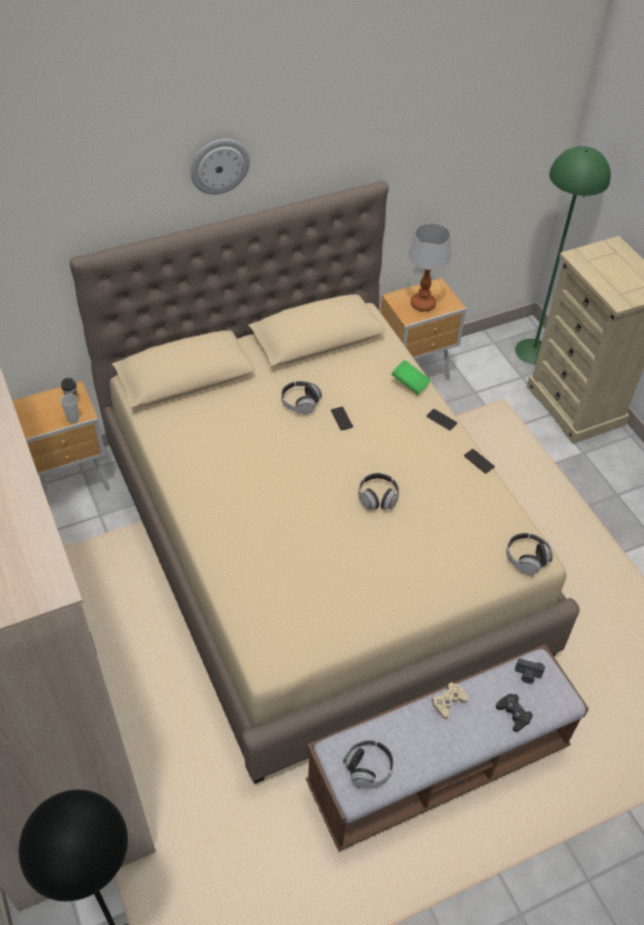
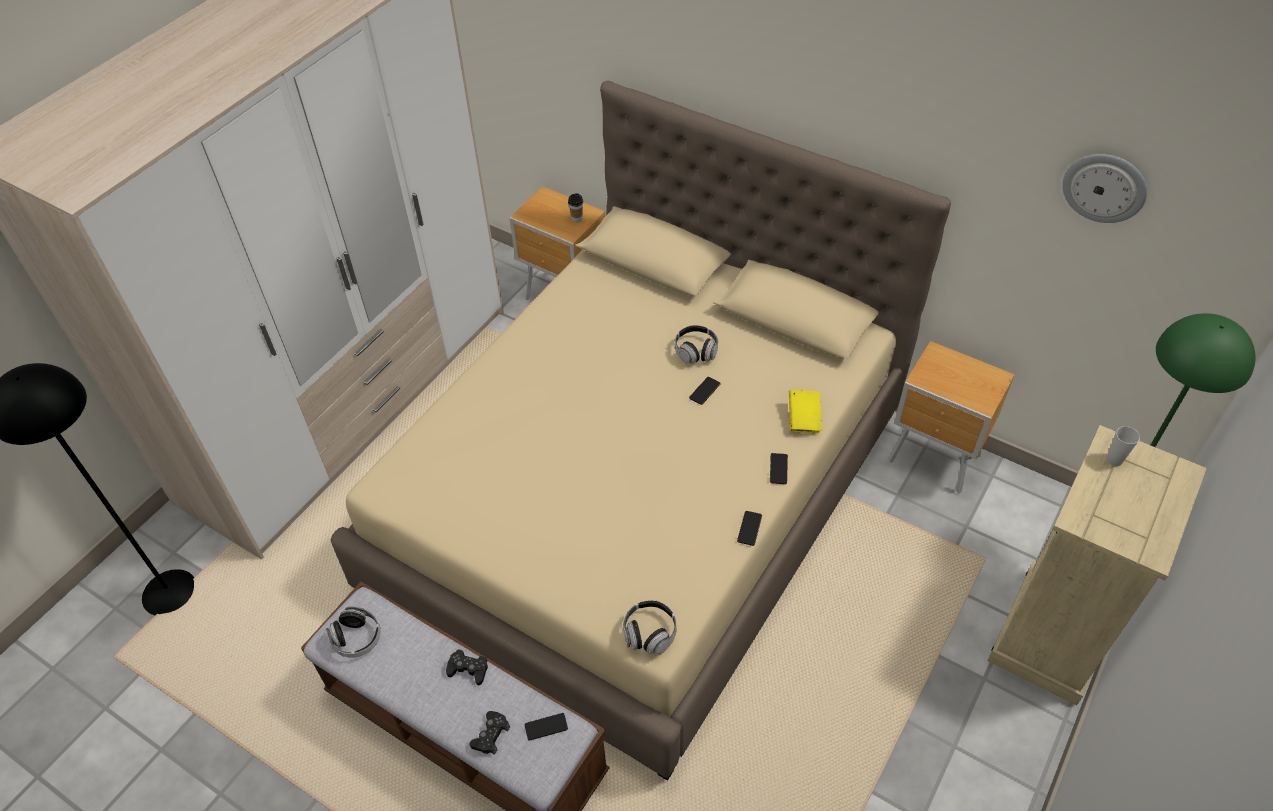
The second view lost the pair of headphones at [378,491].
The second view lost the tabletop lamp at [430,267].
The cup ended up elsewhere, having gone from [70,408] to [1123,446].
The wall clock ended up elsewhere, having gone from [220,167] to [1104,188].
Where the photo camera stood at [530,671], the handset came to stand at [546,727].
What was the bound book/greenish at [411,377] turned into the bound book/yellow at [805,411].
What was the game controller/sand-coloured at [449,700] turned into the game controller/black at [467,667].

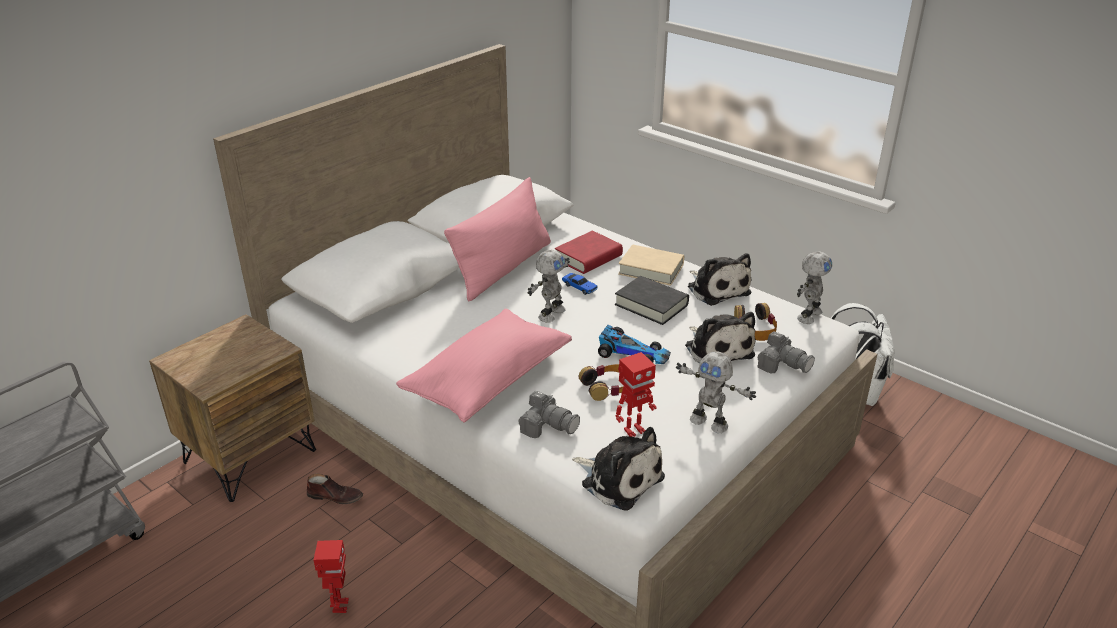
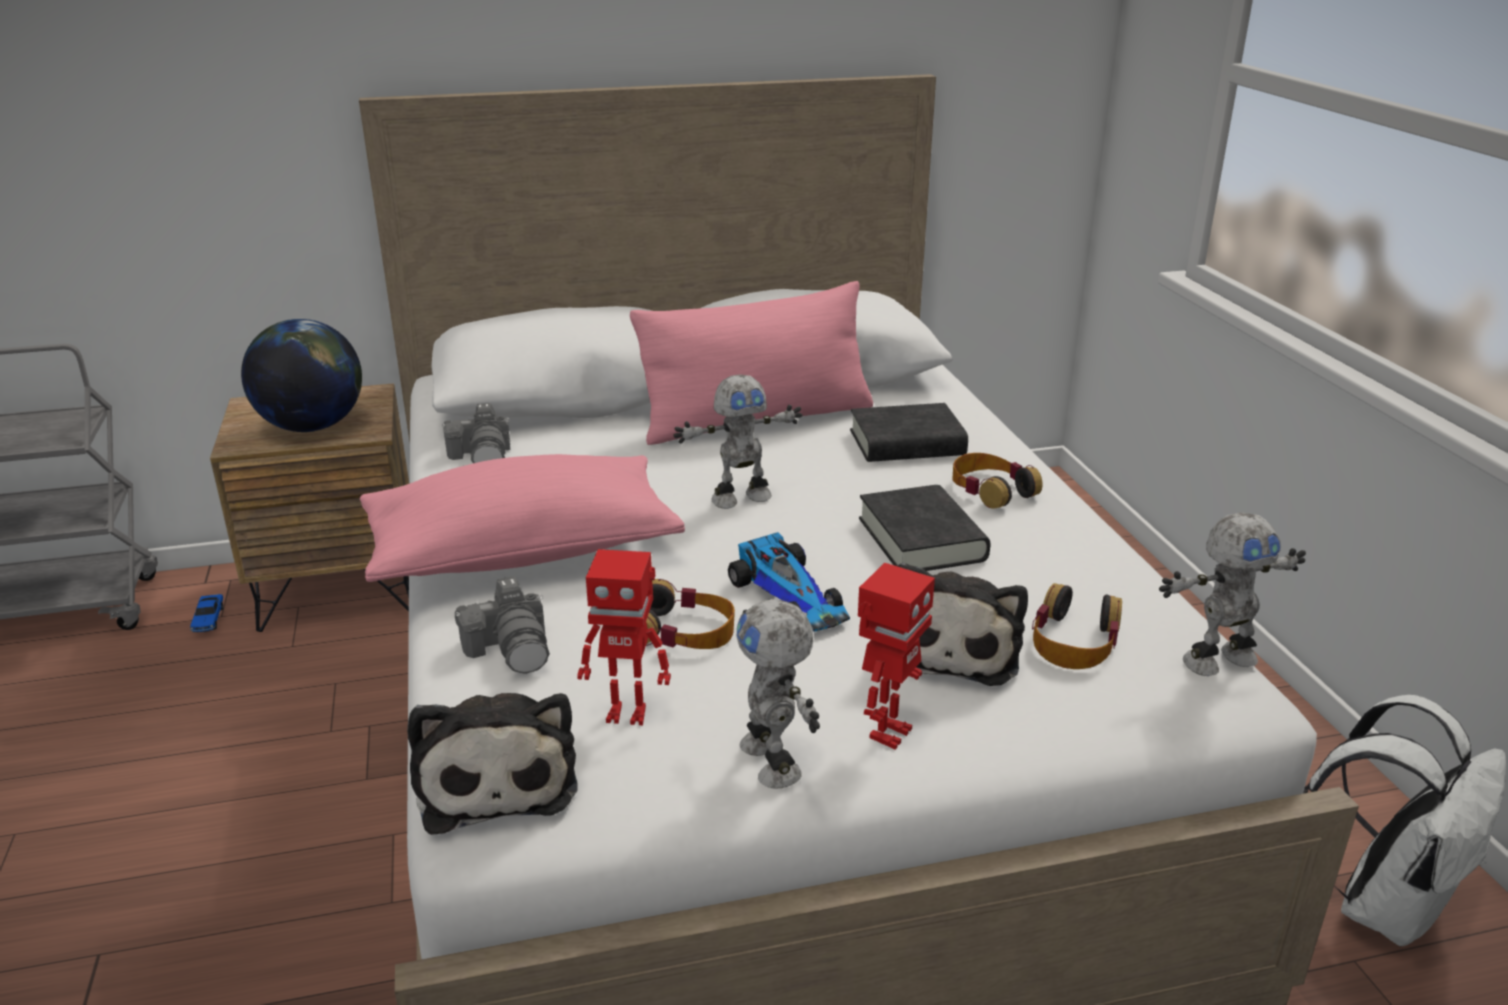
The second view lost the low shoe/brown-coloured at [335,488].
The second view lost the plush toy at [719,279].
The second view gained the world globe at [301,375].
The toy robot ended up elsewhere, having gone from [331,576] to [896,656].
The model car ended up elsewhere, having gone from [580,284] to [206,613].
The photo camera ended up elsewhere, having gone from [786,352] to [476,433].
Where the bound book/sand-coloured stood at [651,265], the pair of headphones came to stand at [997,481].
What was the bound book/reddish at [589,252] turned into the bound book/black at [909,432].

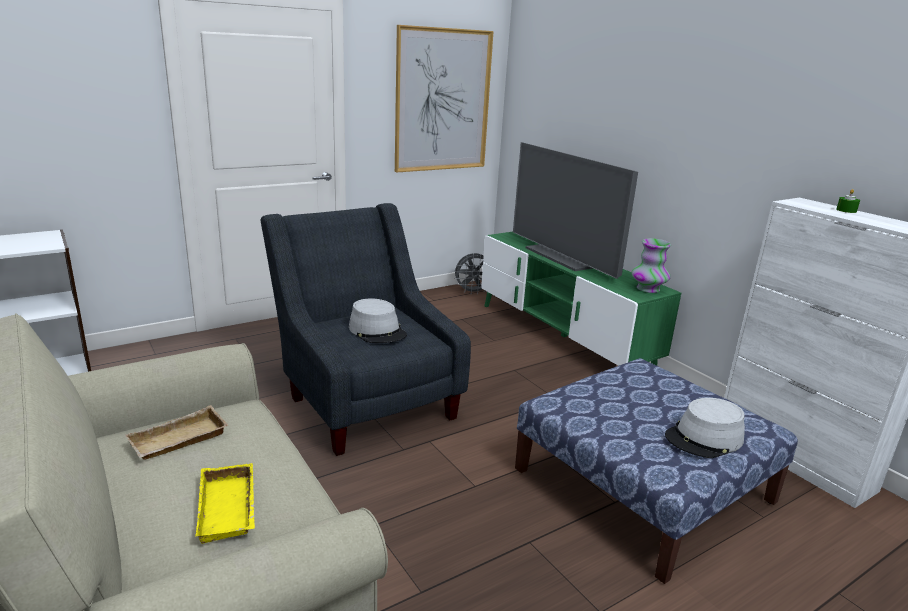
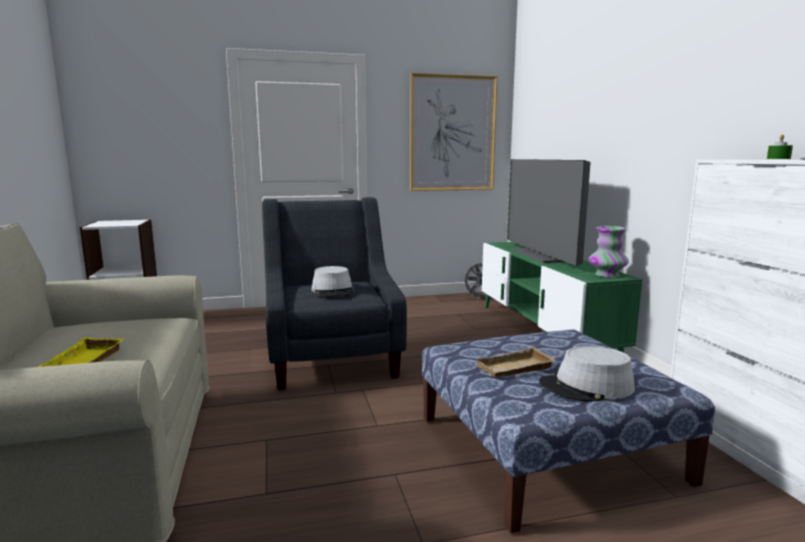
The serving tray/sand-coloured ended up elsewhere, having gone from [176,432] to [515,362].

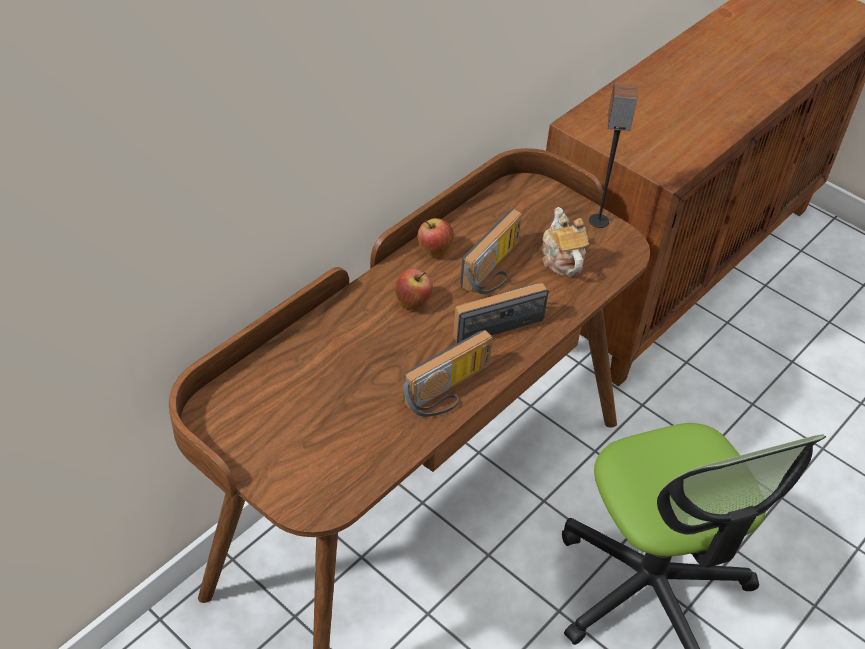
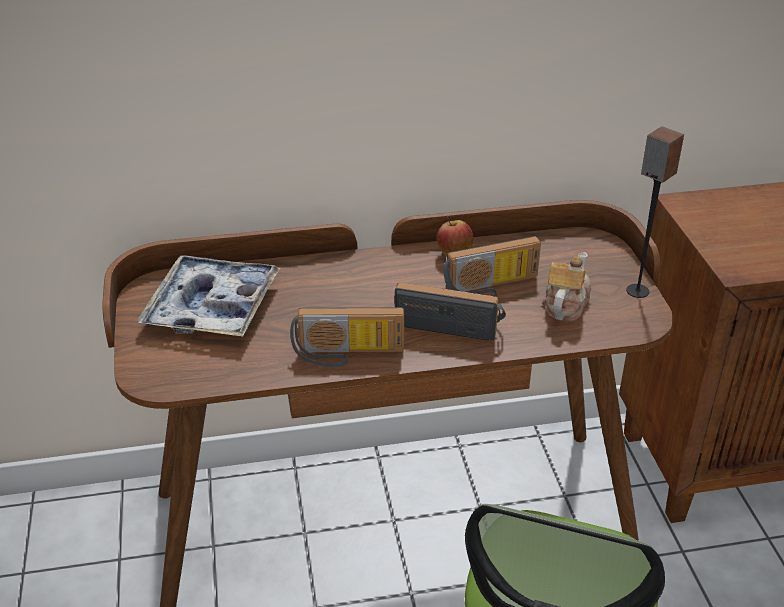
The second view lost the apple at [413,289].
The second view gained the serving tray at [208,296].

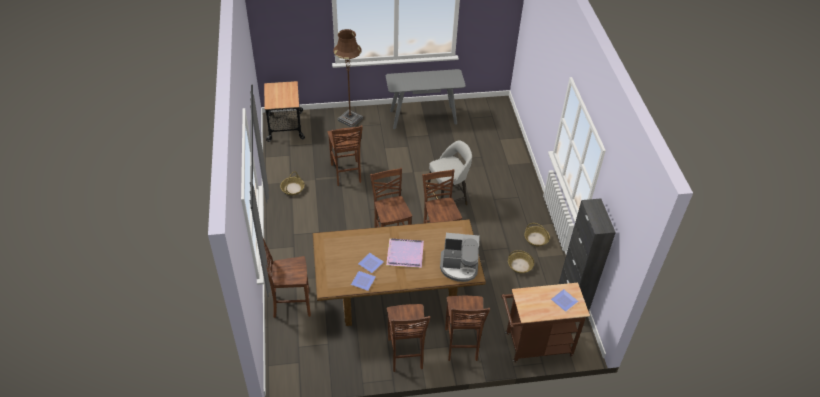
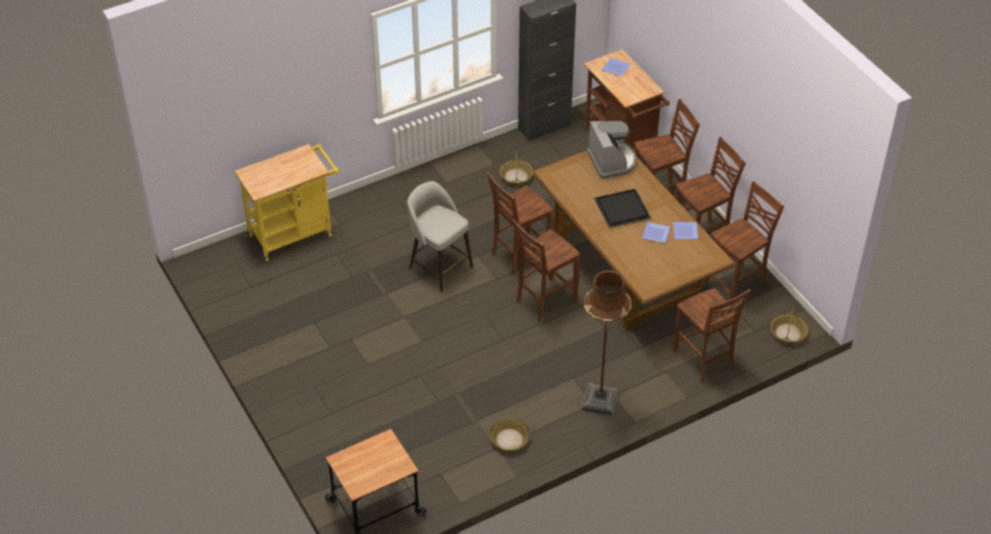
The second view lost the hall table/grey at [426,99].
The second view gained the wheeled cart/yellow at [287,202].
The plain chair/brown-coloured ended up elsewhere, having gone from [345,155] to [744,243].
The standing lamp/brown-coloured ended up elsewhere, having gone from [348,78] to [606,343].
The household basket ended up elsewhere, having gone from [537,234] to [789,325].
What was the serving tray/purplish at [405,253] turned into the serving tray/black at [622,208].

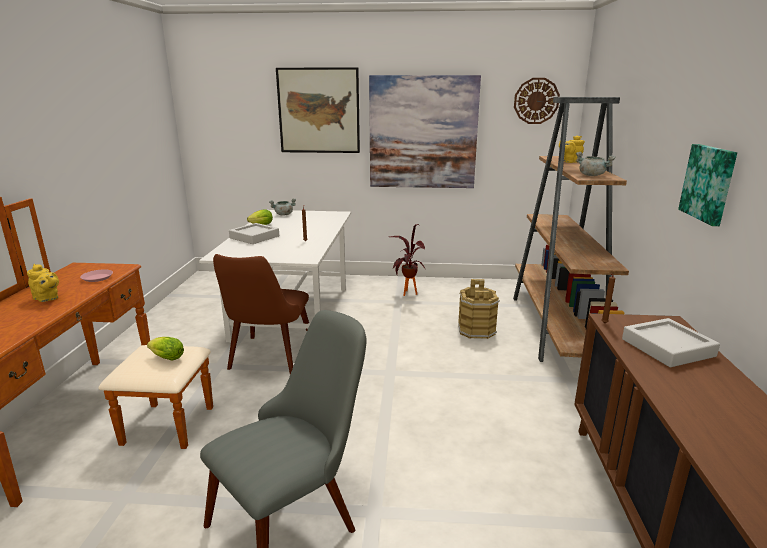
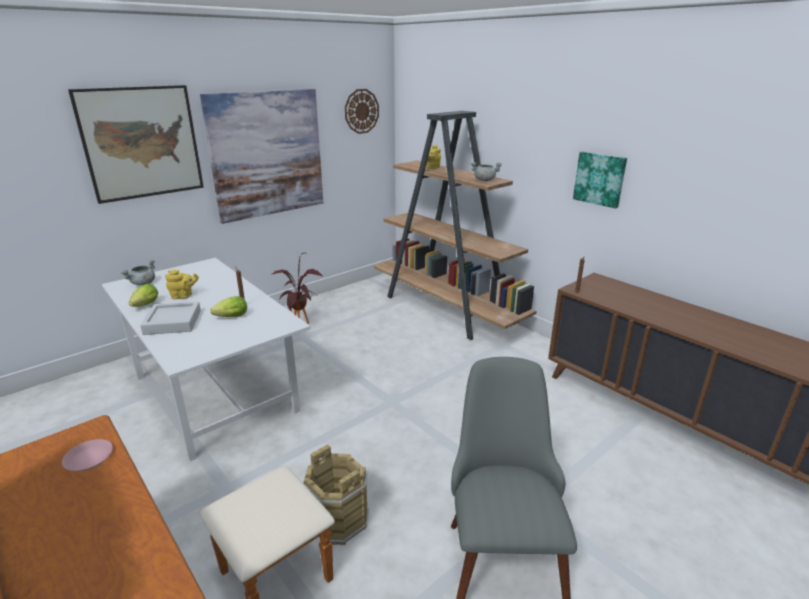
The second view lost the plain chair/brown-coloured at [261,314].
The second view lost the serving tray/grey at [671,342].
The tea pot/yellow ended up elsewhere, having gone from [43,283] to [182,284].
The lettuce ended up elsewhere, having gone from [165,349] to [228,306].
The pail/brown-coloured ended up elsewhere, having gone from [479,309] to [336,494].

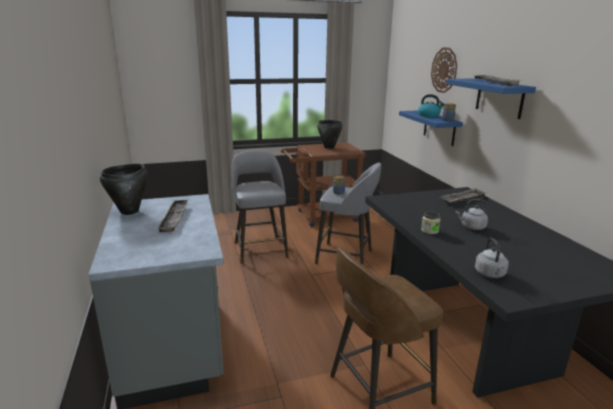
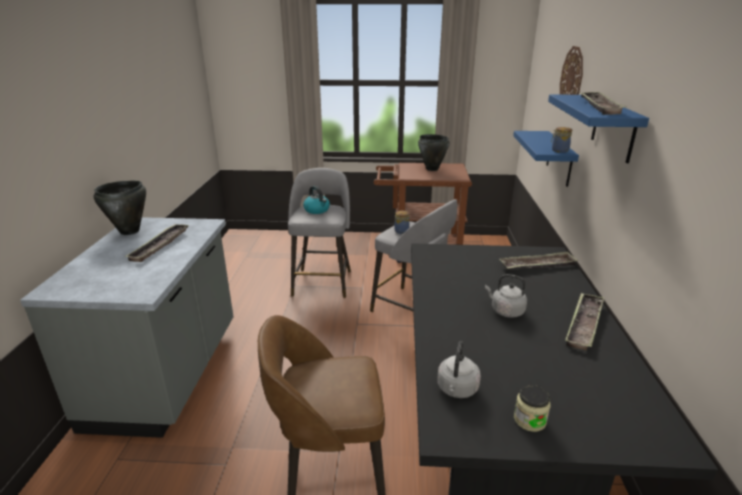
The second view gained the serving tray at [584,322].
The tea kettle ended up elsewhere, having gone from [431,105] to [316,200].
The storage jar ended up elsewhere, having gone from [430,222] to [532,408].

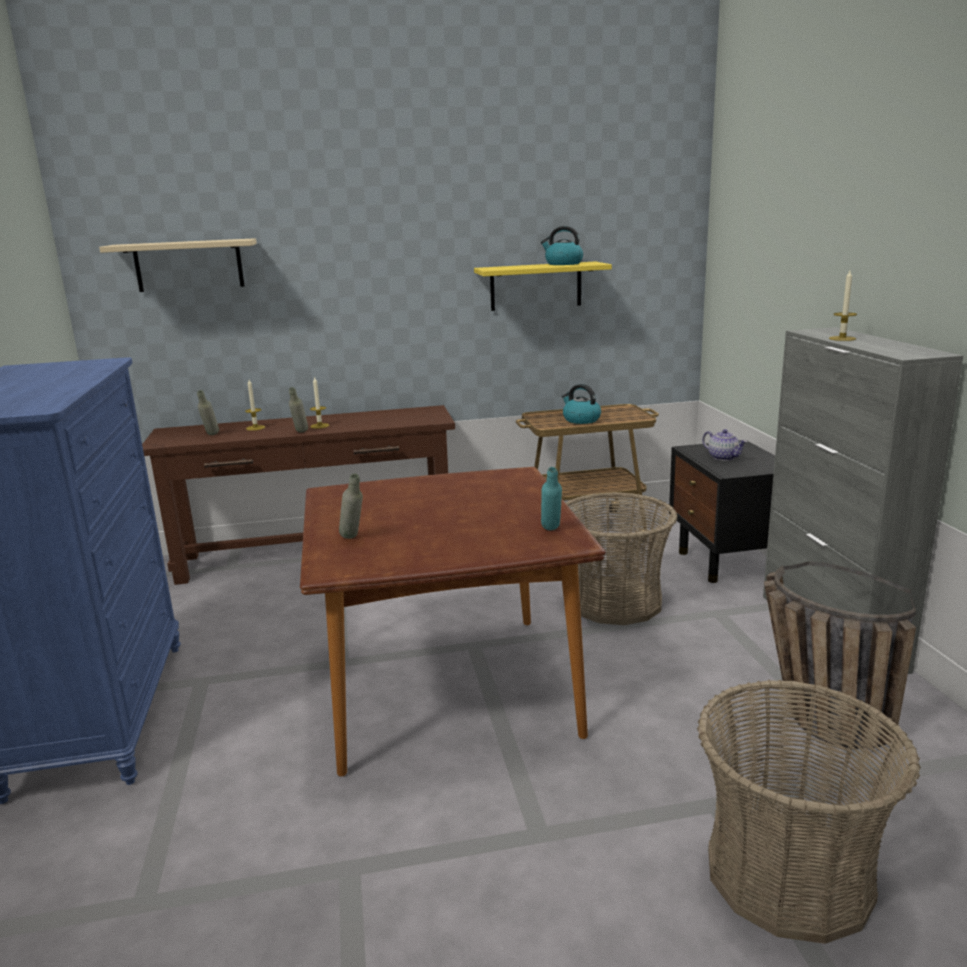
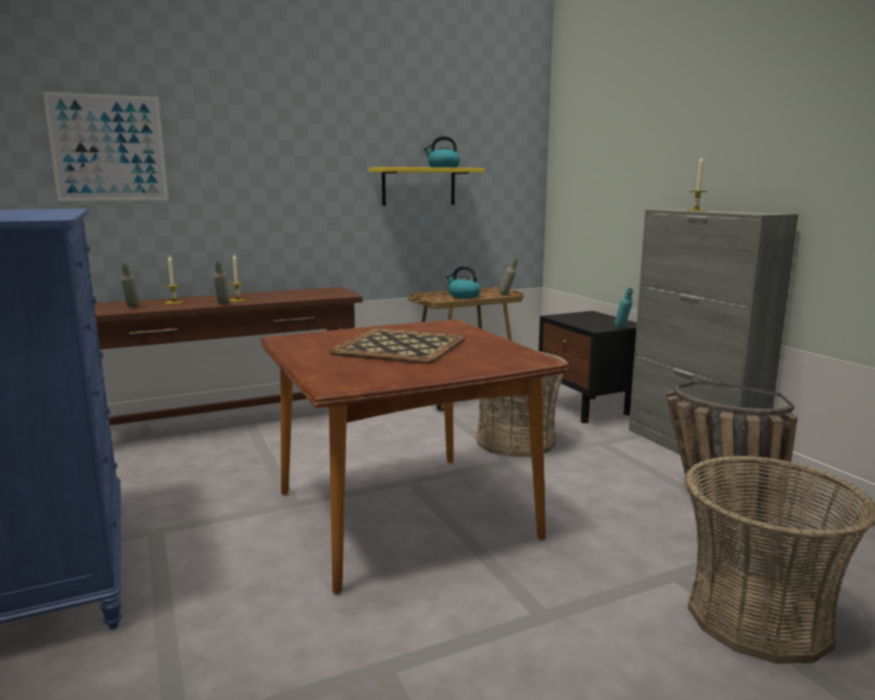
The second view lost the tea pot at [724,445].
The second view gained the serving tray at [397,346].
The drink bottle/grey ended up elsewhere, having gone from [351,506] to [508,277].
The drink bottle/turquoise-coloured ended up elsewhere, having gone from [551,498] to [623,308].
Where the bracket shelf/sand-coloured hung at [178,265], the picture came to hang at [105,146].

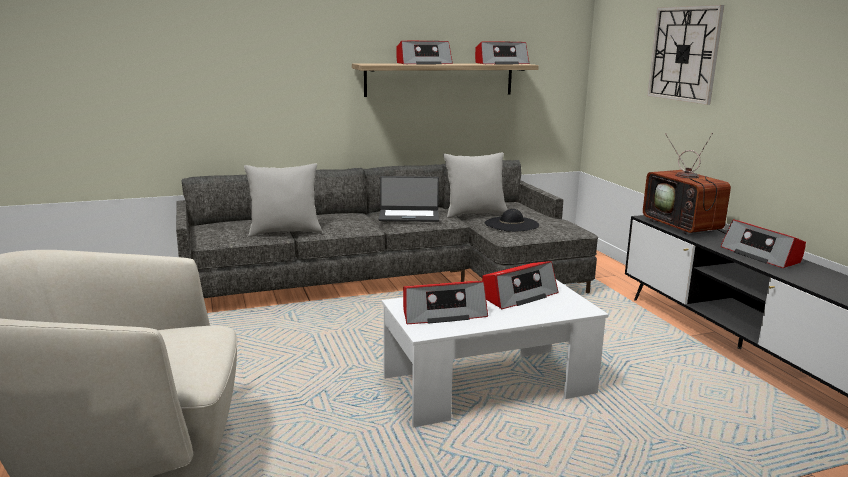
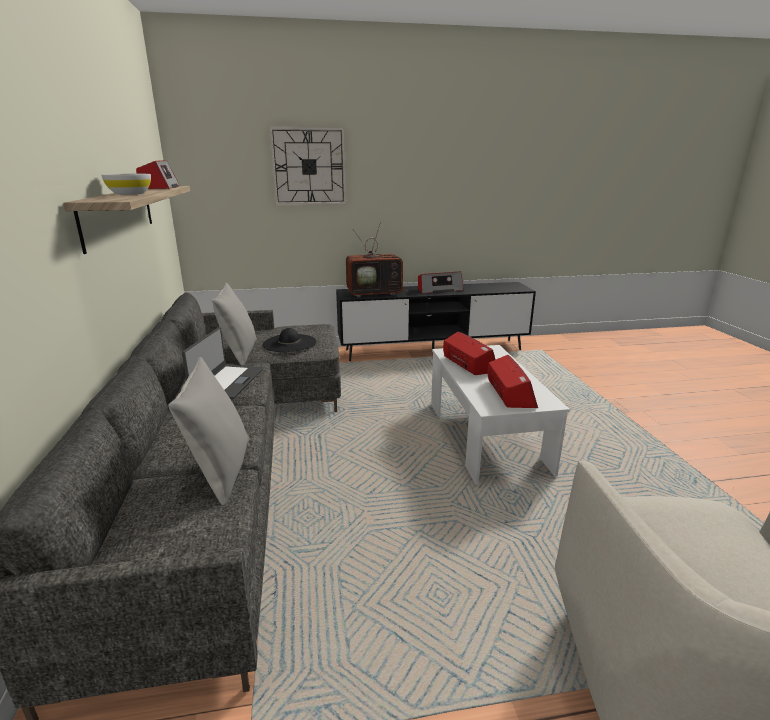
Where the radio set stood at [424,53], the bowl/white-coloured came to stand at [126,184].

